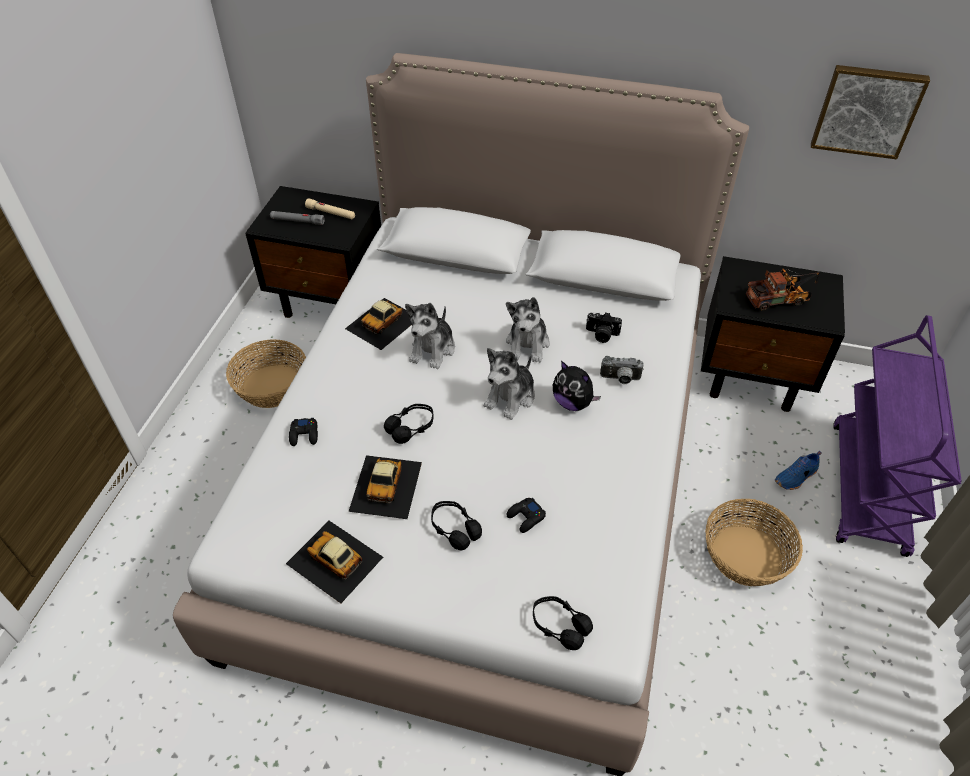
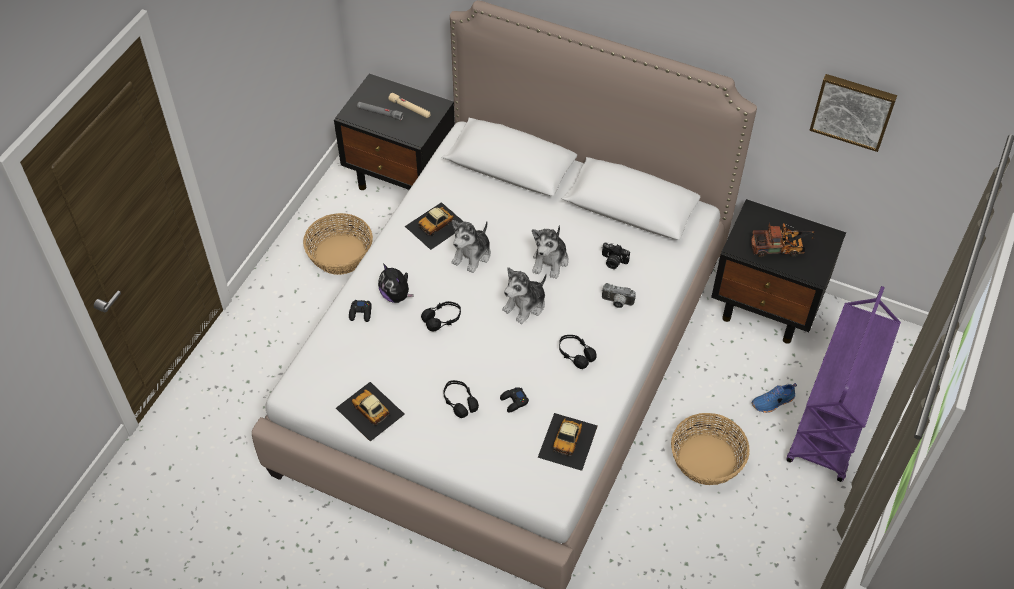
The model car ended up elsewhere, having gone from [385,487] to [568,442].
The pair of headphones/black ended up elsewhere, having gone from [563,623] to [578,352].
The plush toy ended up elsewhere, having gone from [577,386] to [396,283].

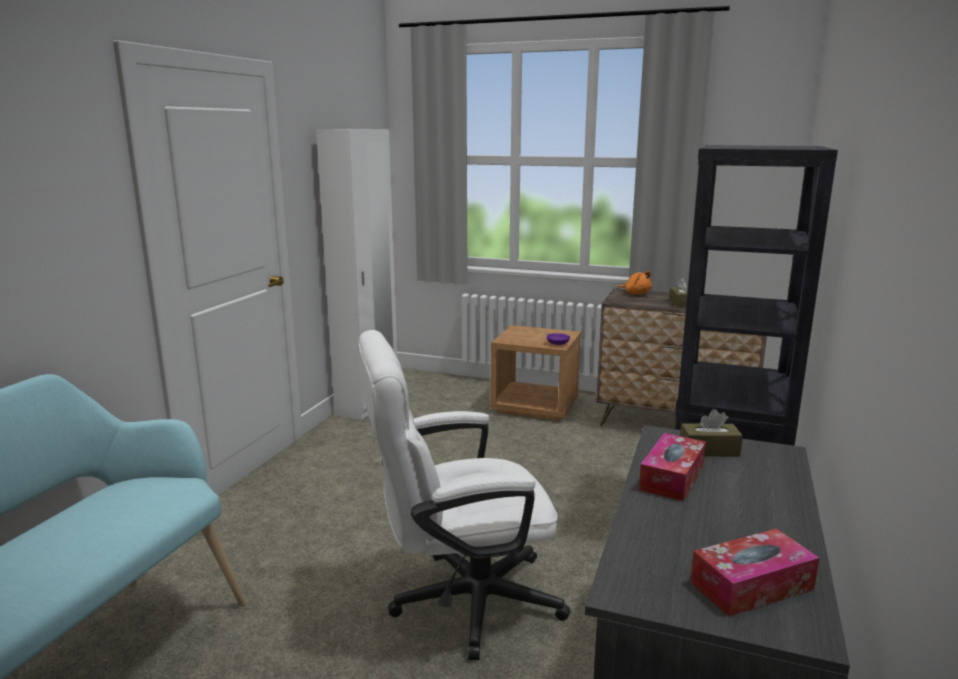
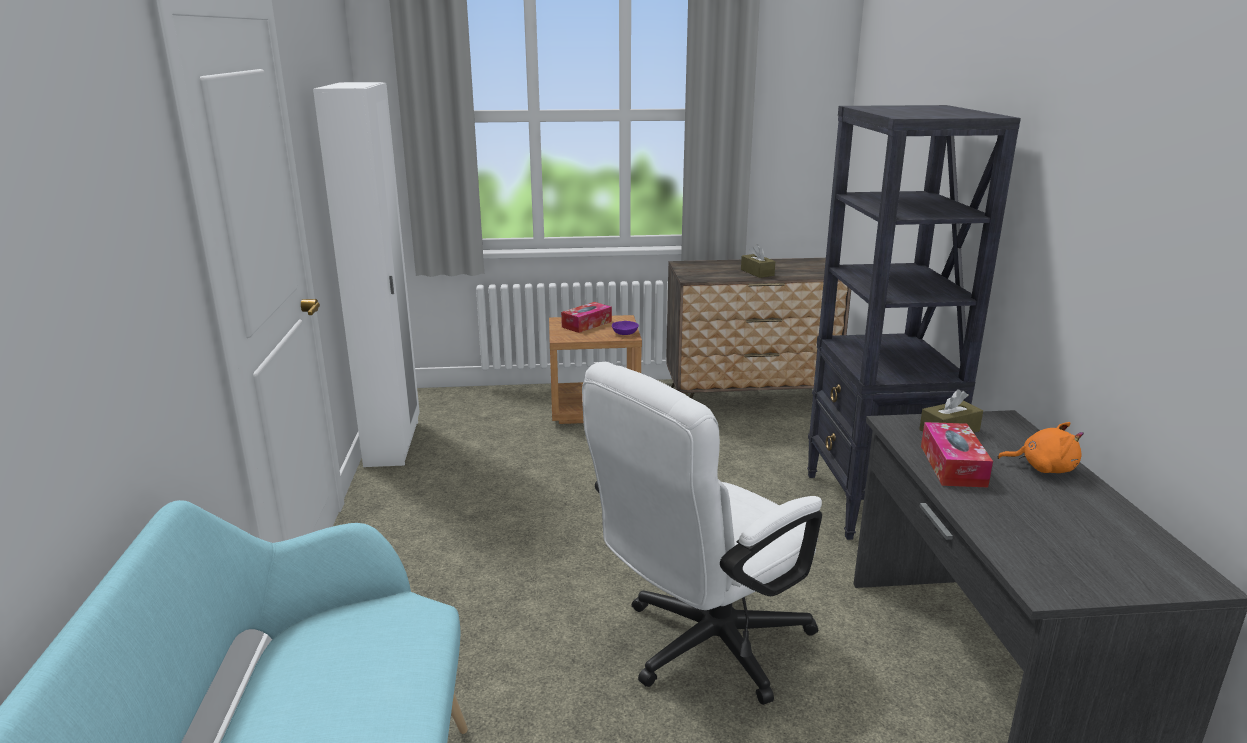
The plush toy/orange ended up elsewhere, having gone from [634,283] to [1040,447].
The tissue box ended up elsewhere, having gone from [754,573] to [586,317].

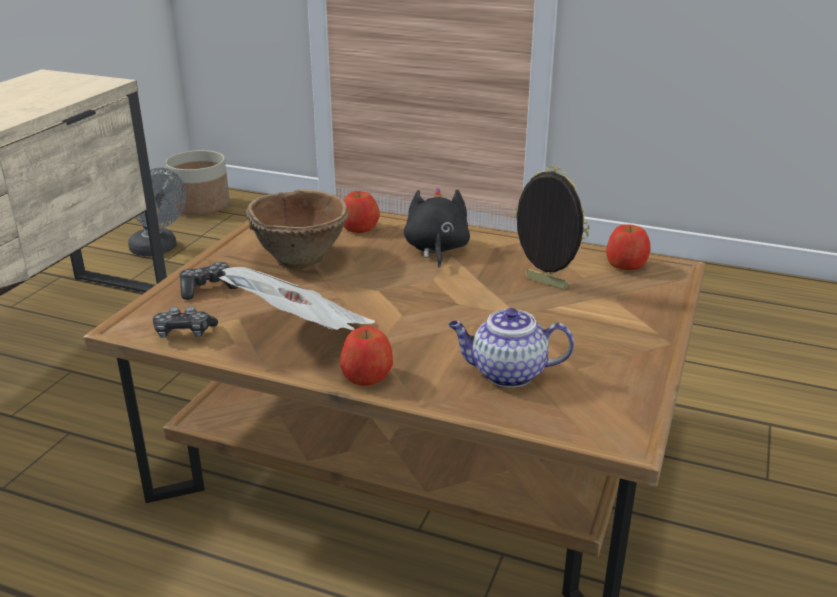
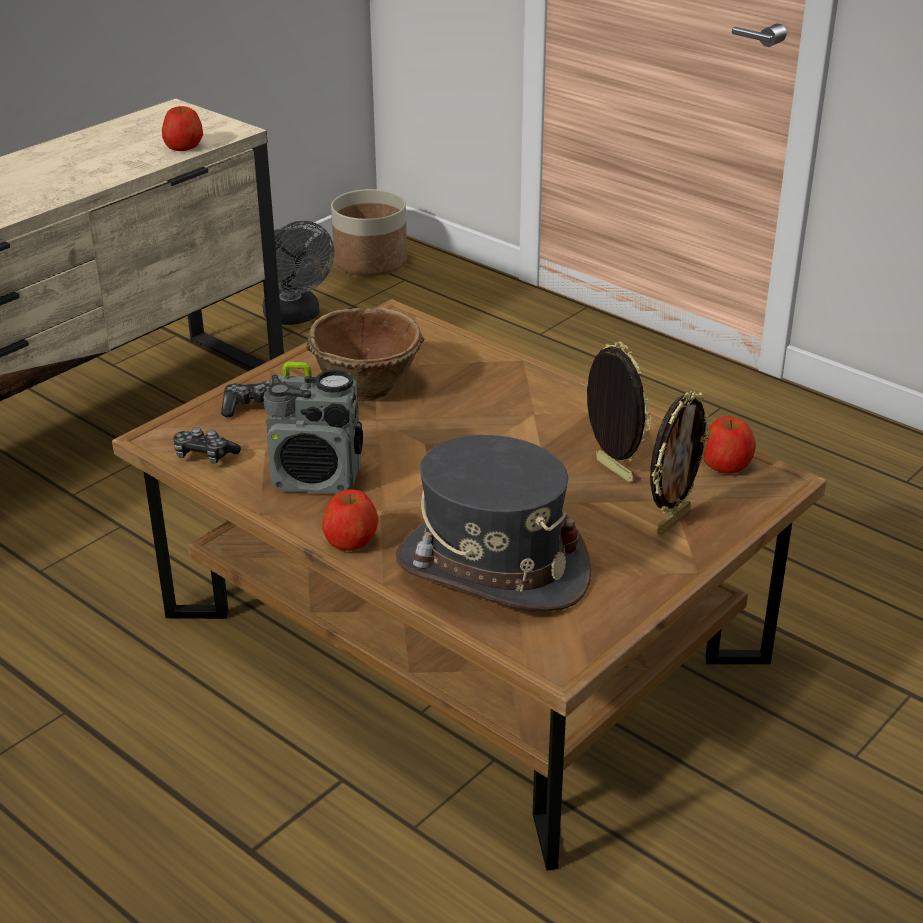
The second view lost the plush toy/black at [437,228].
The second view gained the photo frame at [680,463].
The apple ended up elsewhere, having gone from [361,212] to [182,128].
Where the printed paper stood at [297,298], the radio set came to stand at [313,428].
Where the tea pot stood at [511,347], the hat/grey came to stand at [493,523].

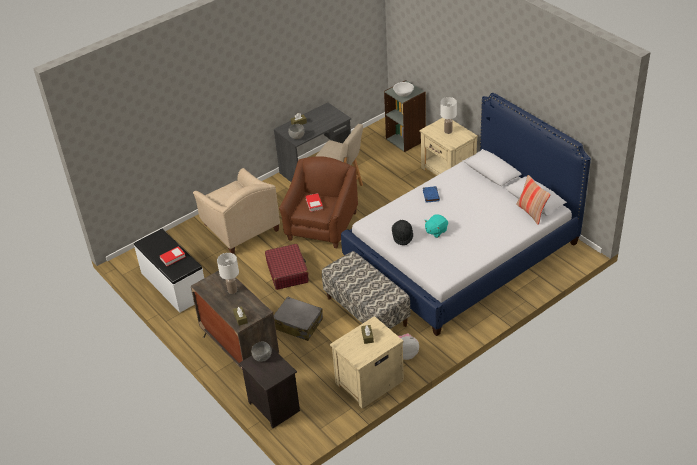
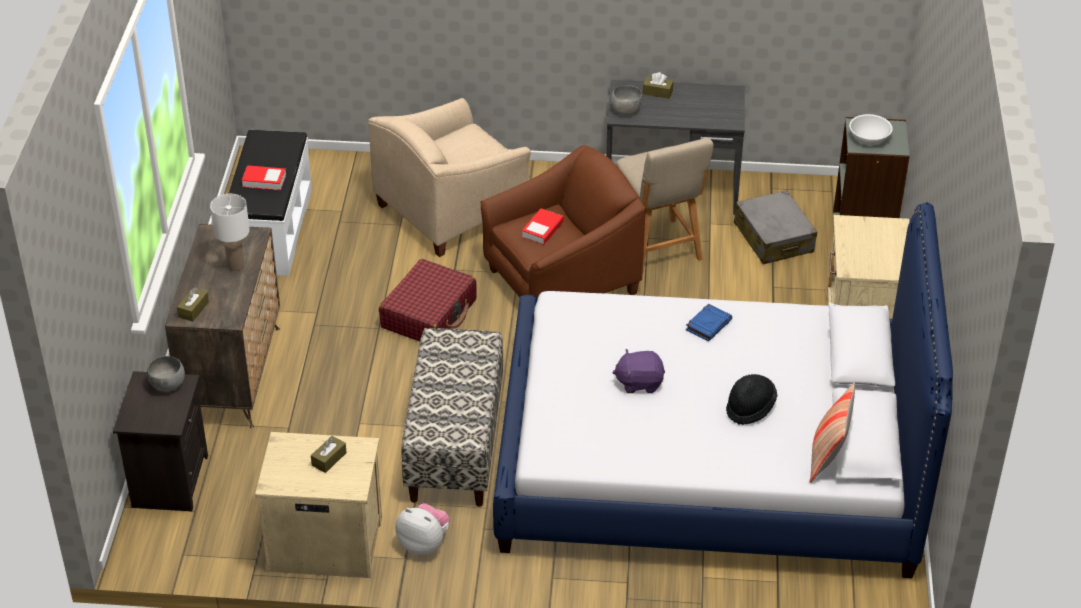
The second view lost the tabletop lamp/white-coloured at [448,115].
The suitcase/grey ended up elsewhere, having gone from [298,318] to [775,227].
The hat/black ended up elsewhere, having gone from [402,232] to [751,399].
What was the plush toy/turquoise-coloured at [436,226] turned into the plush toy/purplish at [638,371].
The easy chair/sand-coloured at [236,211] ended up facing another way, 45 degrees clockwise from before.

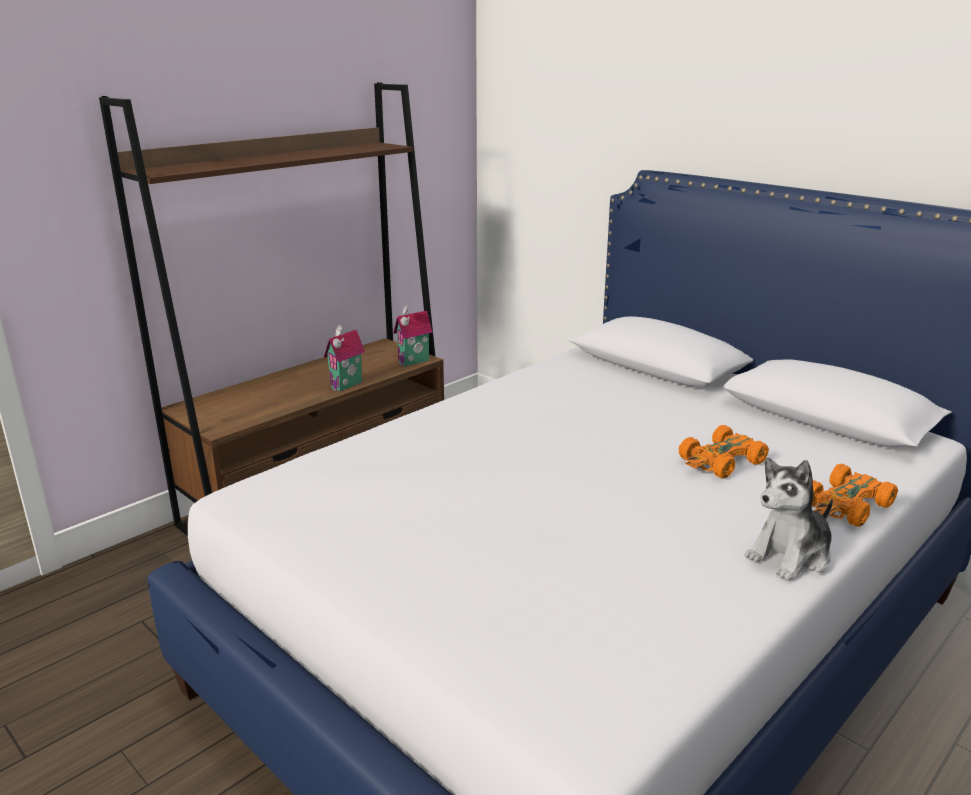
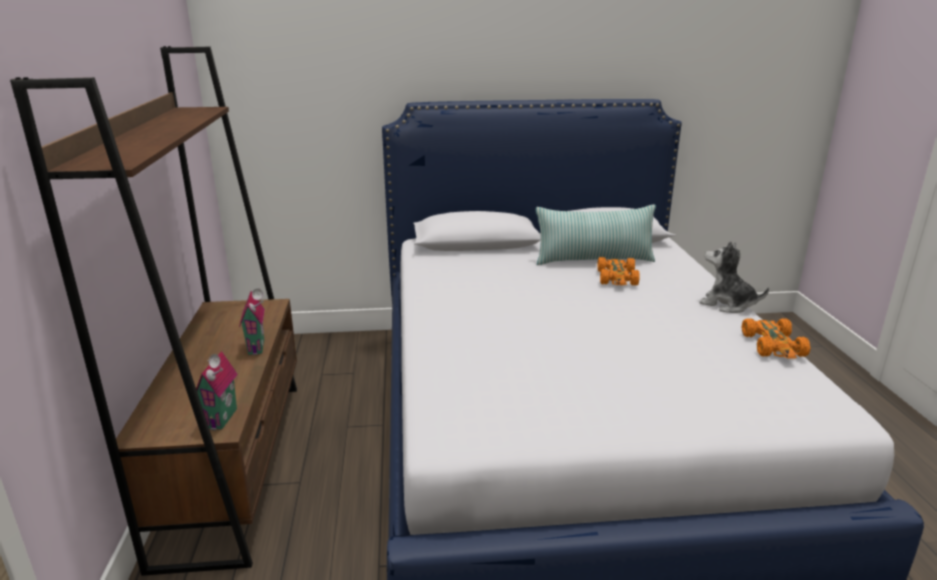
The second view gained the pillow at [596,235].
The toy house ended up elsewhere, having gone from [413,335] to [217,390].
The model car/orange ended up elsewhere, having gone from [855,495] to [776,338].
The plush toy at [789,519] ended up facing another way, 120 degrees clockwise from before.

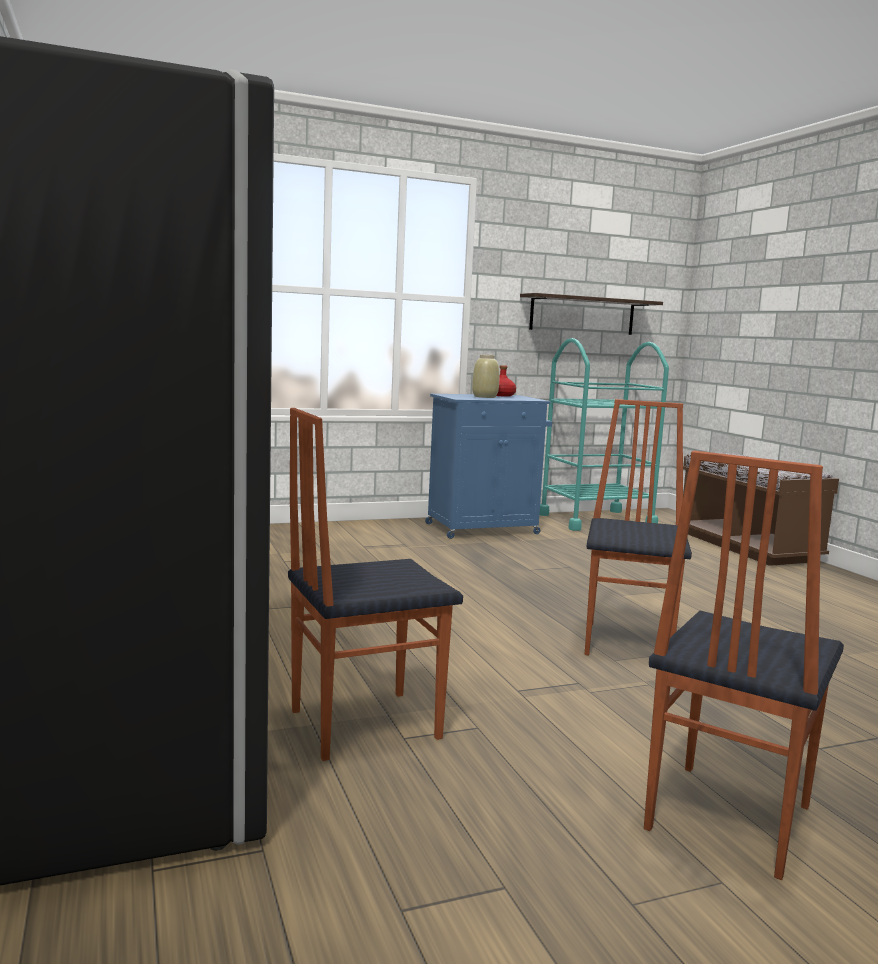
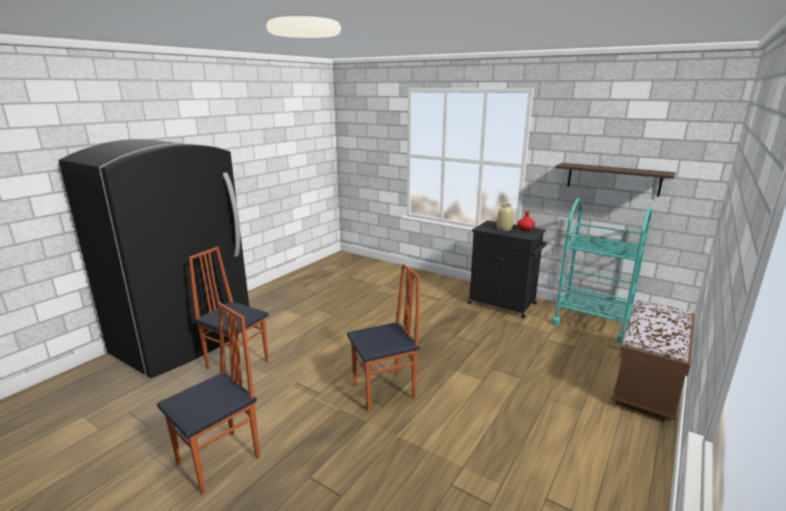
What was the cupboard/blue at [488,466] turned into the cupboard/black at [507,269].
The plain chair at [744,665] ended up facing another way, 135 degrees clockwise from before.

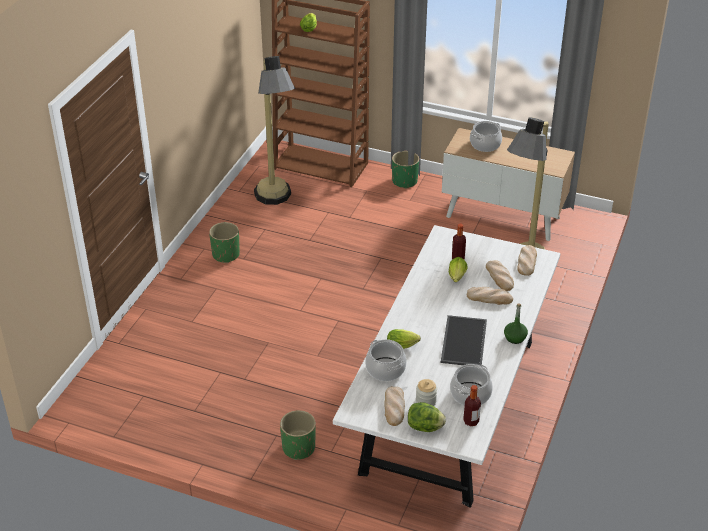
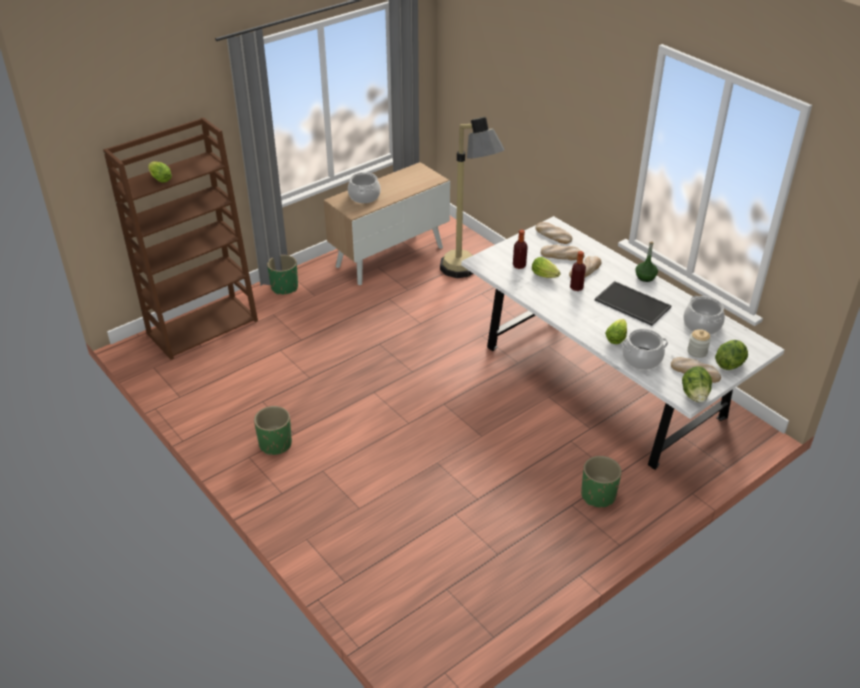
The second view lost the standing lamp at [274,130].
The second view gained the lettuce at [697,384].
The drink bottle ended up elsewhere, having gone from [472,406] to [578,271].

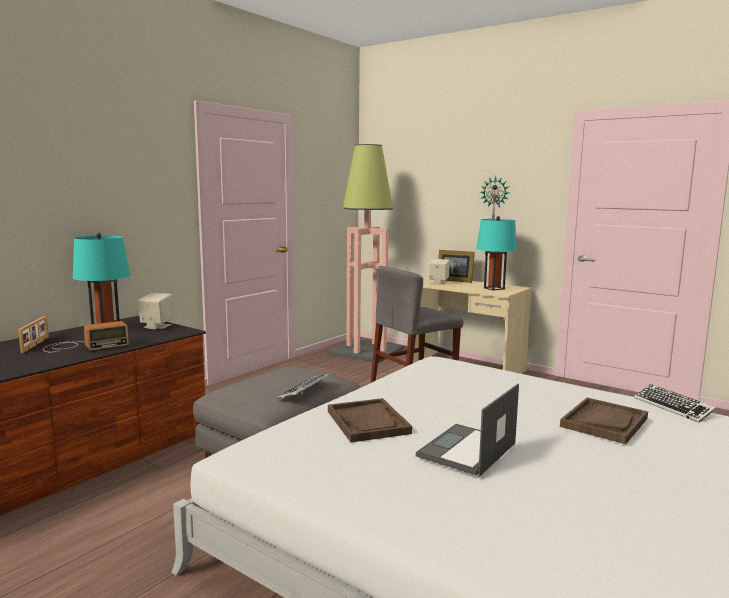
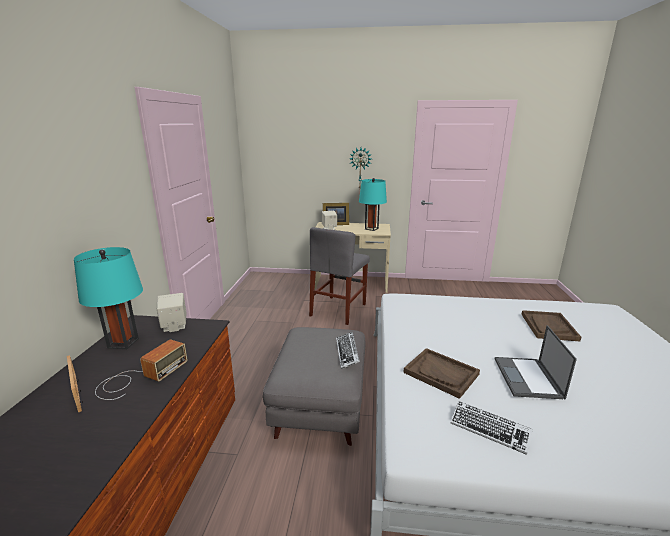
The second view lost the standing lamp at [365,253].
The computer keyboard ended up elsewhere, having gone from [675,403] to [492,428].

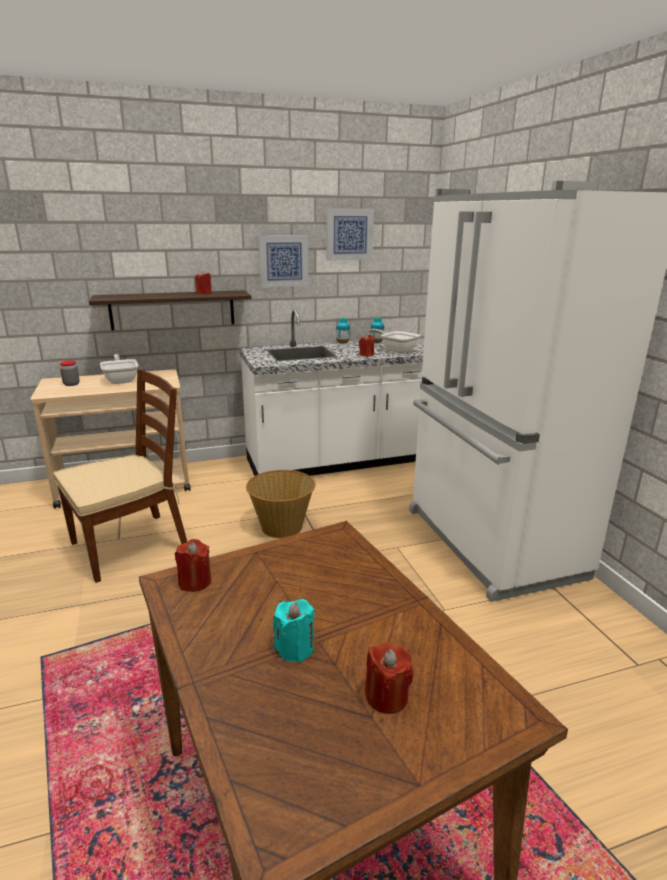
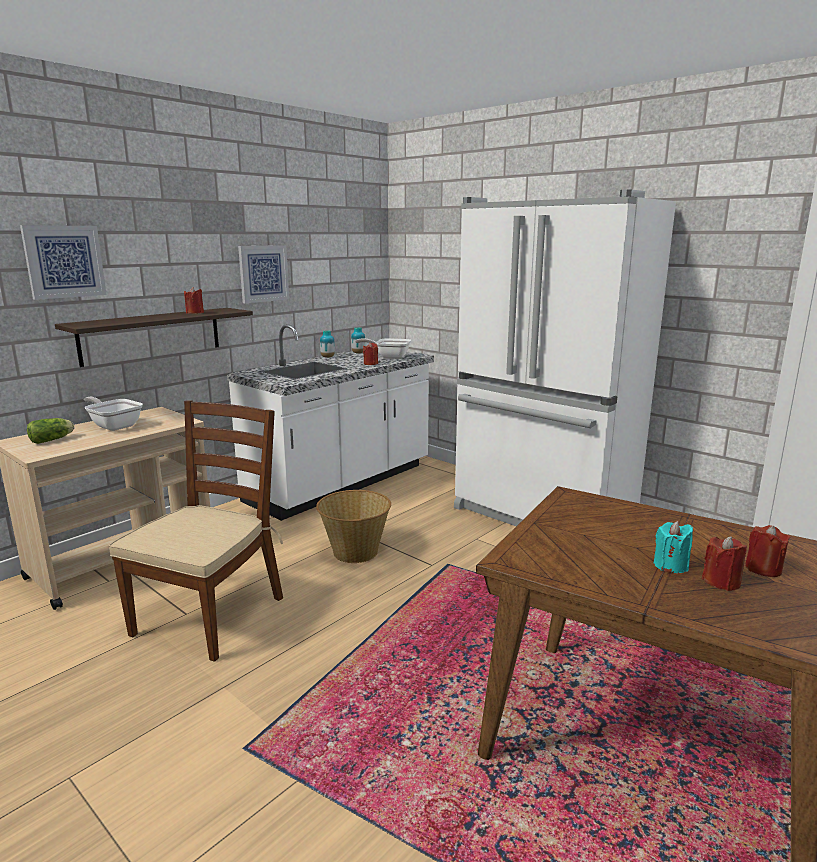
The wax candle/reddish ended up elsewhere, having gone from [193,565] to [724,563].
The picture ended up elsewhere, having gone from [350,234] to [63,262].
Where the storage jar stood at [70,373], the lettuce came to stand at [50,431].

